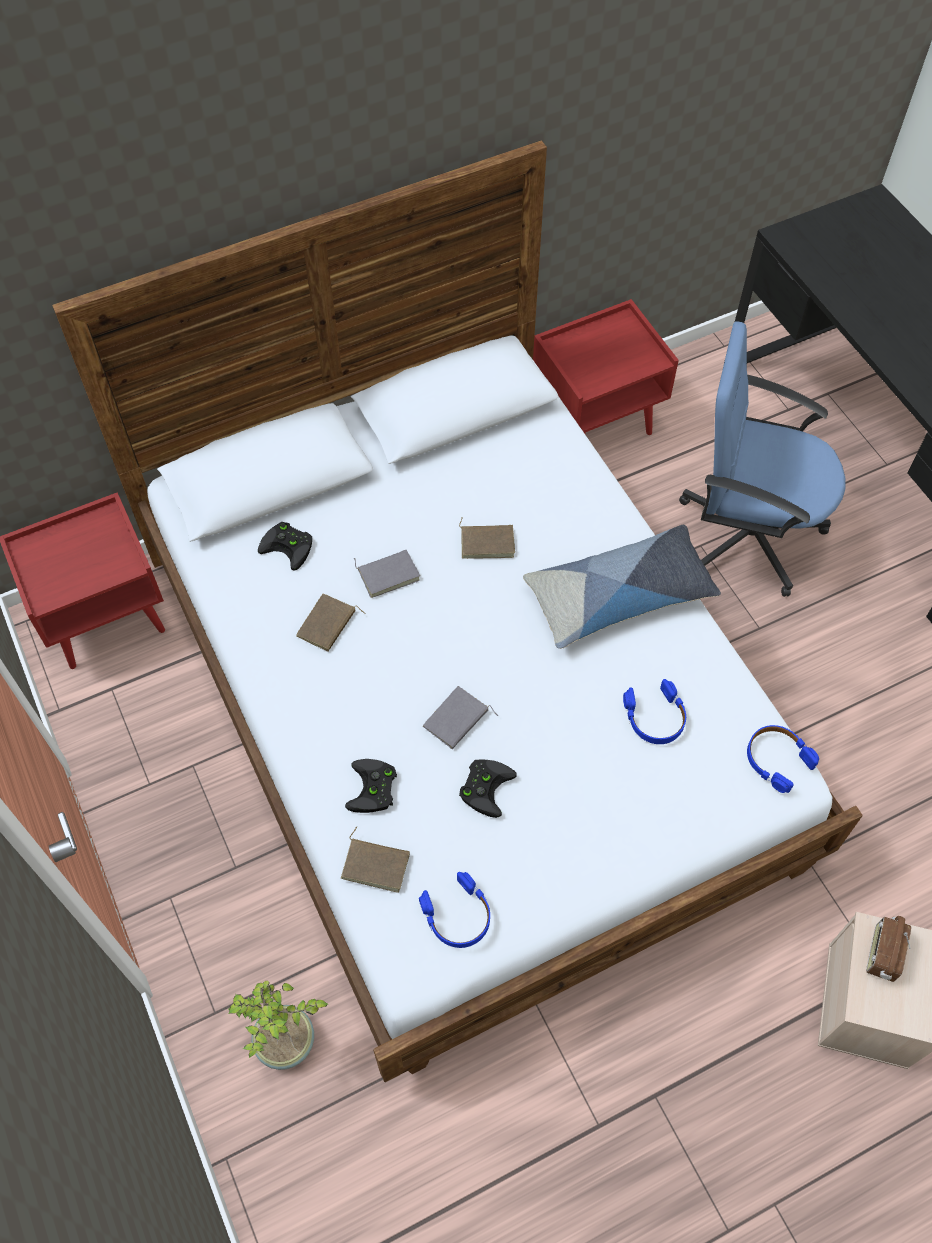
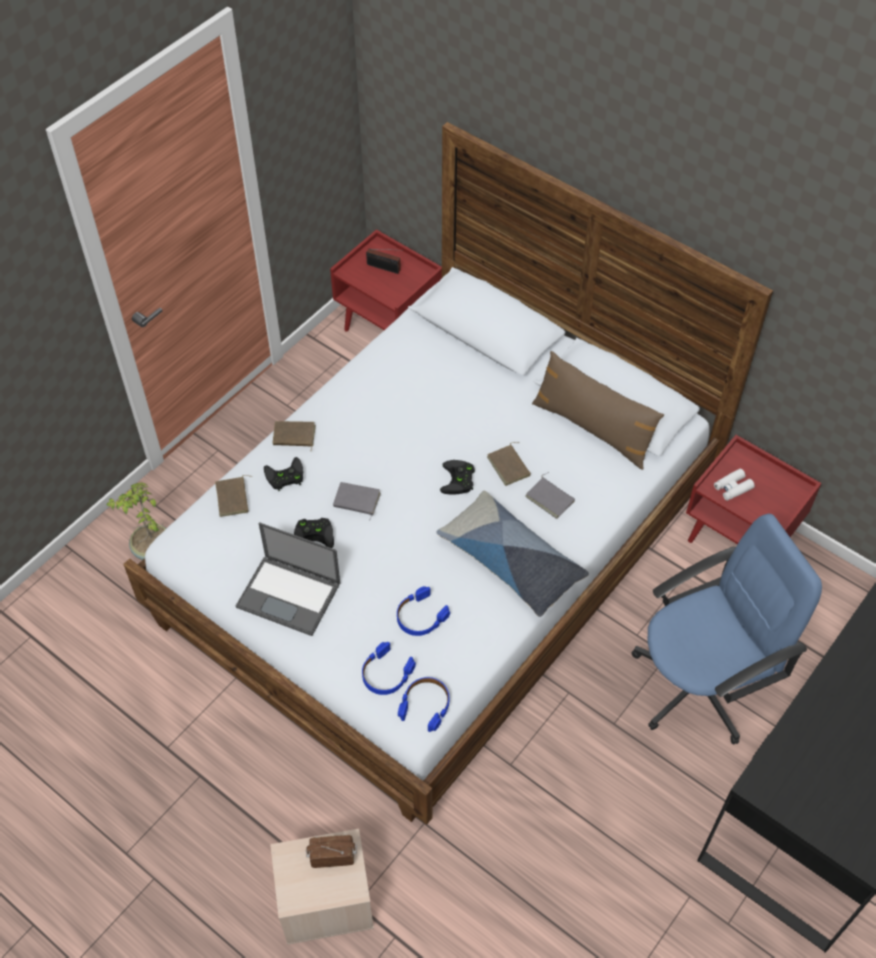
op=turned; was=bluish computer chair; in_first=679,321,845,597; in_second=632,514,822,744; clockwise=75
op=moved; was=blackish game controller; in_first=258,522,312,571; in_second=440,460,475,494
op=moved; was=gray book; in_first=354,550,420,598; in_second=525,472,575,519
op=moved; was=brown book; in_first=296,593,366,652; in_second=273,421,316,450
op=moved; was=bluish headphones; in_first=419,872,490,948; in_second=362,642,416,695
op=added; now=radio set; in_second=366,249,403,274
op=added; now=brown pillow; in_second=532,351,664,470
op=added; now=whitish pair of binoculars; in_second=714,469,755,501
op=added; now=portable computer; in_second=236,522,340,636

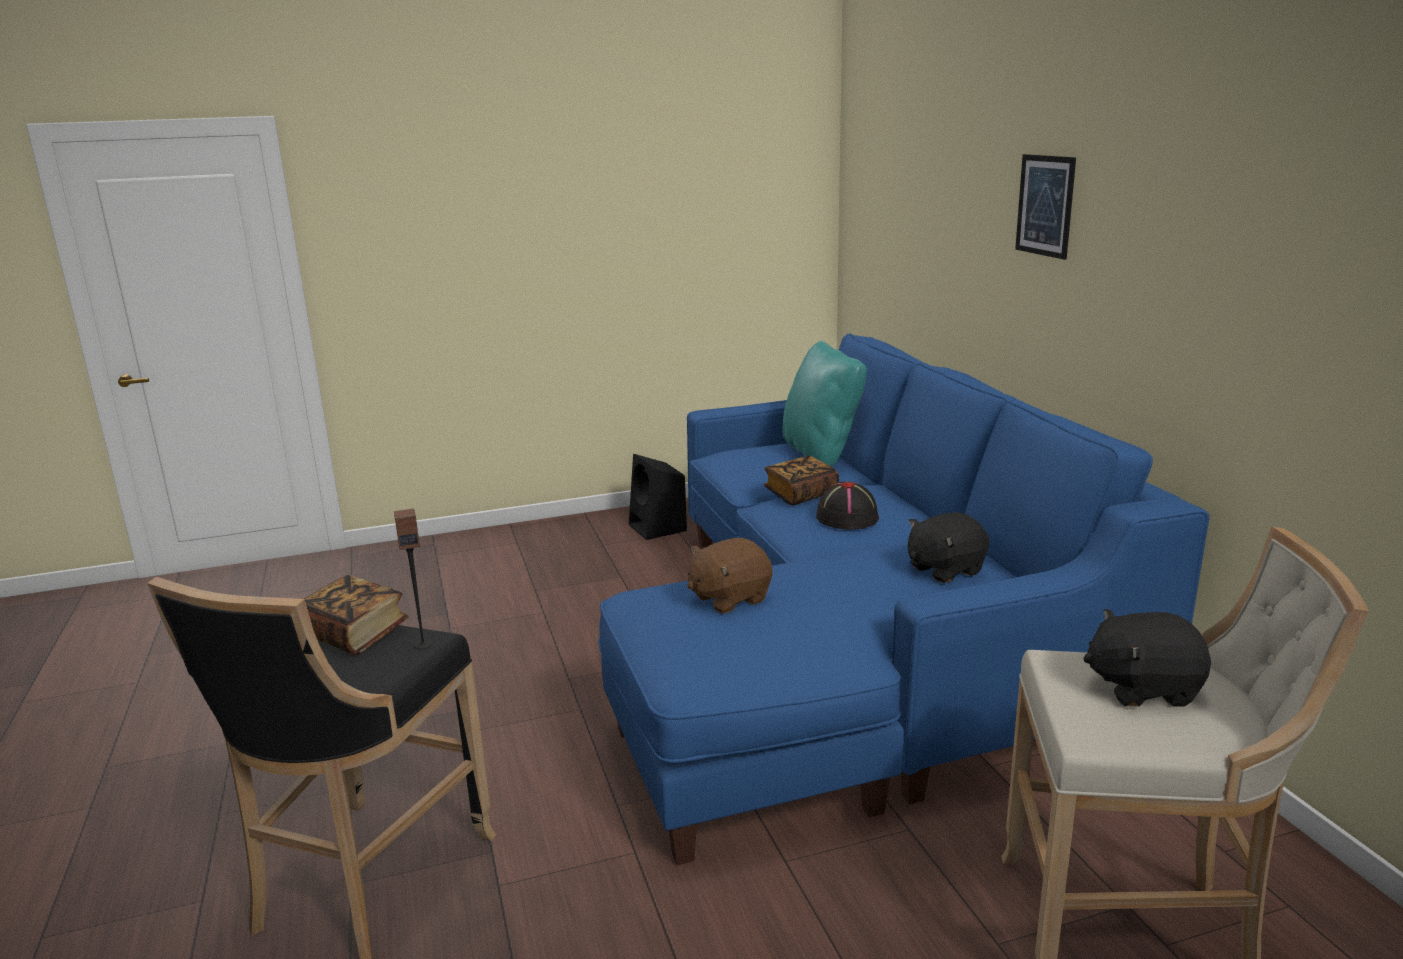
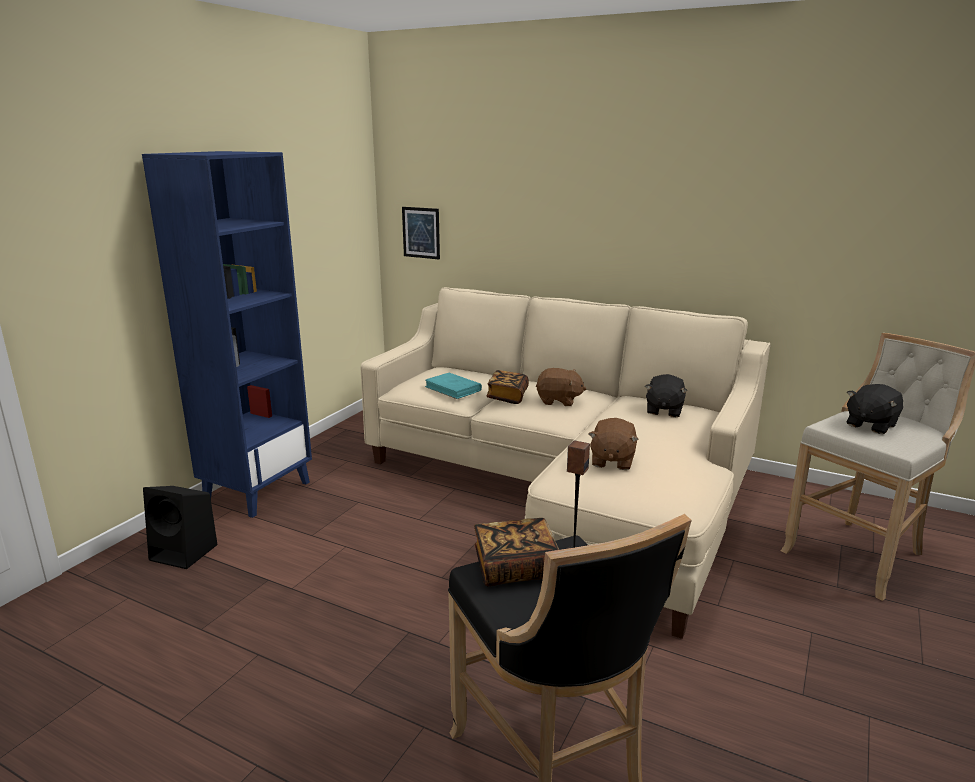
op=moved; was=wall art; in_first=1015,154,1076,260; in_second=402,207,440,259
op=recoloured; was=bluish sofa; now=beige-coloured sofa; in_first=598,333,1209,865; in_second=360,287,771,639
op=removed; was=blue-green pillow; in_first=782,341,867,467
op=moved; was=blackish speaker; in_first=629,454,687,540; in_second=143,486,218,569
op=replaced; was=blackish clothing hat; now=brown soft toy; in_first=816,482,879,530; in_second=536,368,586,406
op=added; now=bluish bookcase; in_second=142,151,312,518
op=added; now=blue-green book; in_second=425,373,482,399

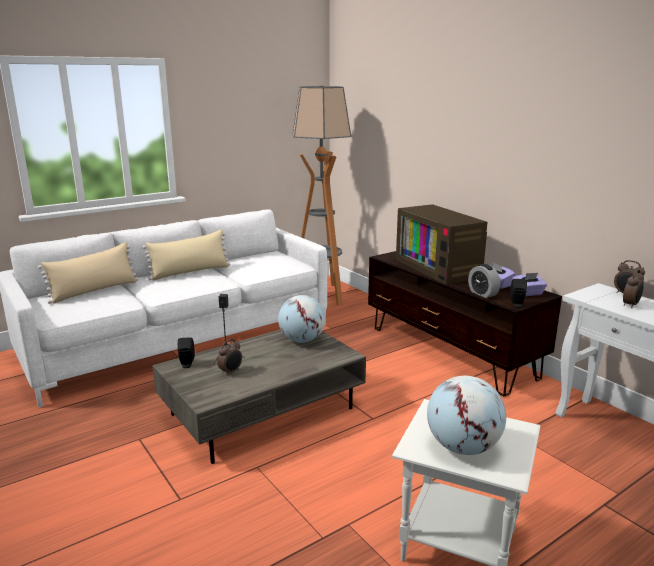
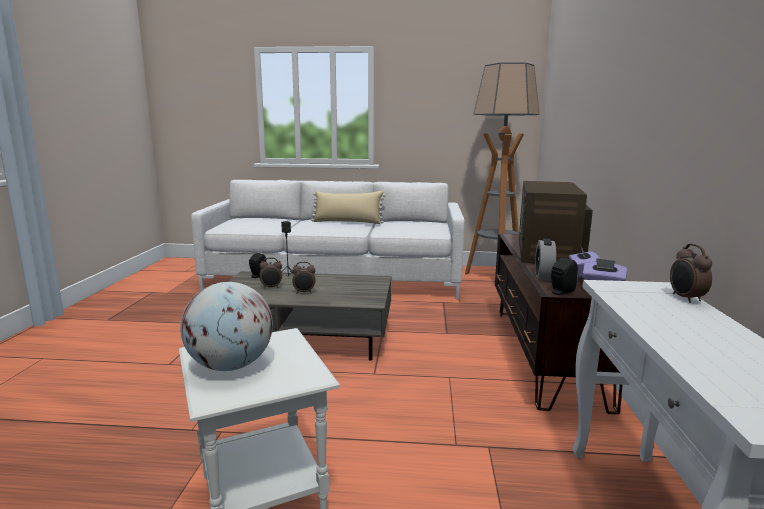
op=removed; was=beige-coloured pillow; in_first=38,242,138,304
op=moved; was=table clock; in_first=623,270,644,308; in_second=292,262,316,293
op=removed; was=desk globe; in_first=278,295,325,343

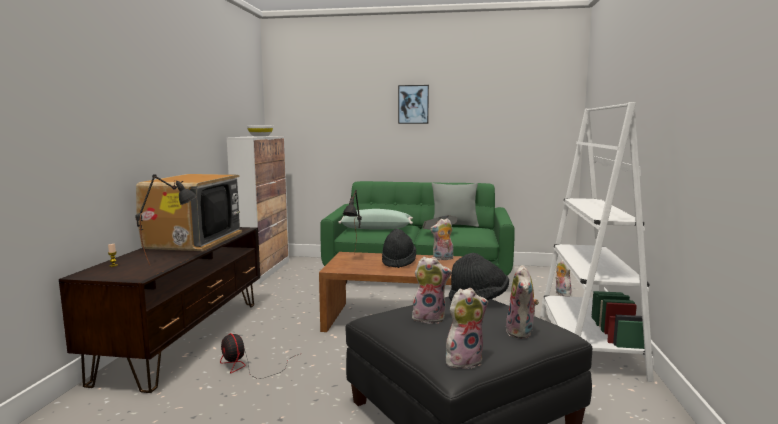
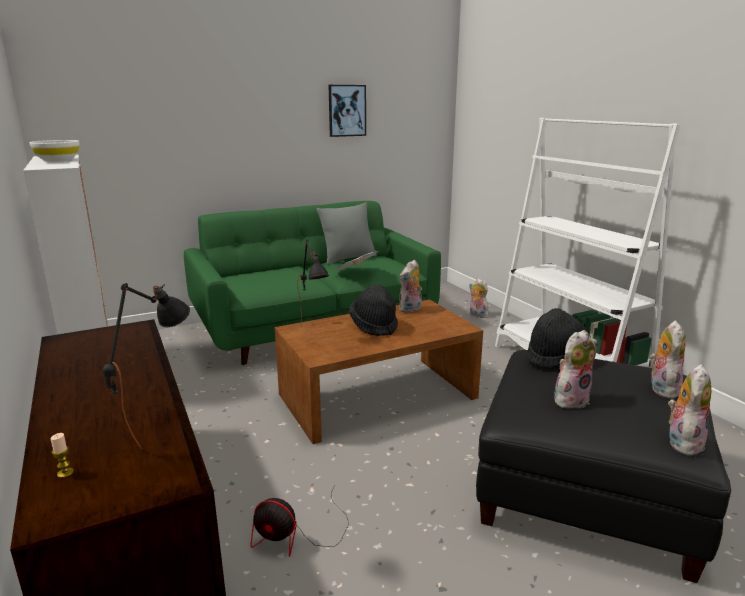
op=moved; was=wall art; in_first=398,85,429,124; in_second=328,85,366,137
op=removed; was=TV set; in_first=136,174,242,251
op=removed; was=green-coloured pillow; in_first=338,209,413,230
op=turned; was=soft toy; in_first=506,265,539,339; in_second=650,320,686,399; clockwise=-135

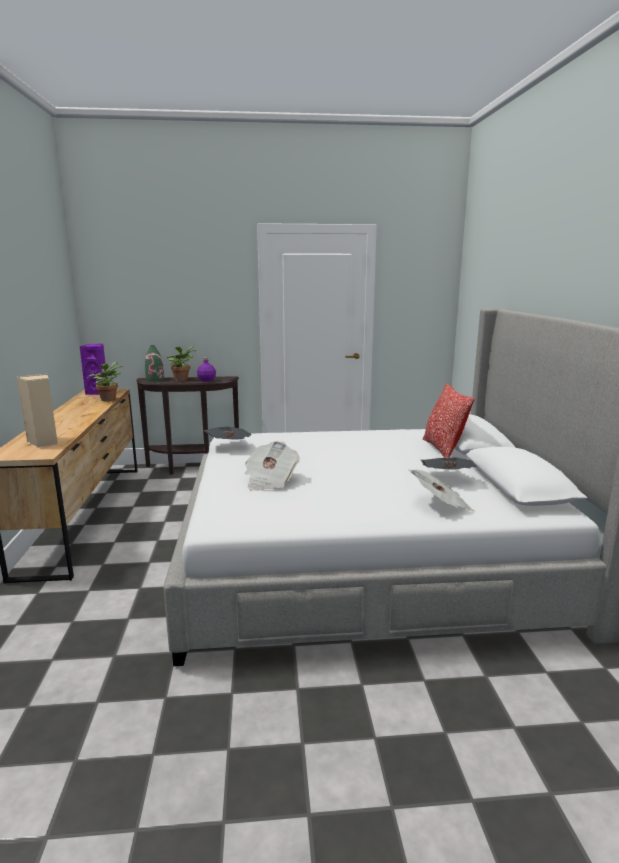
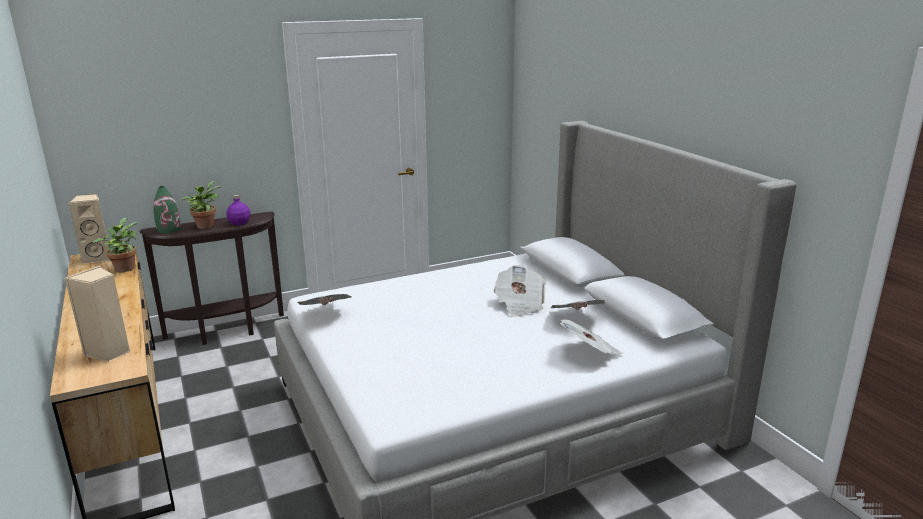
op=recoloured; was=purple speaker; now=beige-coloured speaker; in_first=80,344,106,395; in_second=68,193,111,264
op=removed; was=pillow; in_first=423,383,475,458
op=moved; was=newspaper; in_first=245,441,300,491; in_second=494,265,546,317

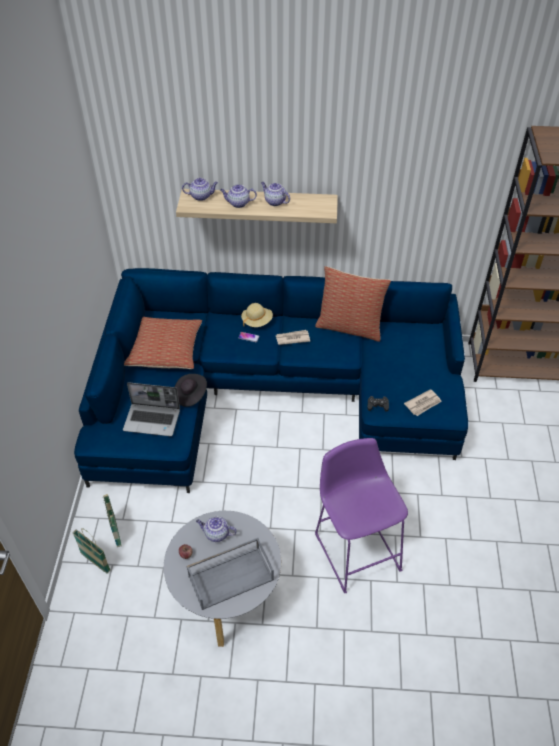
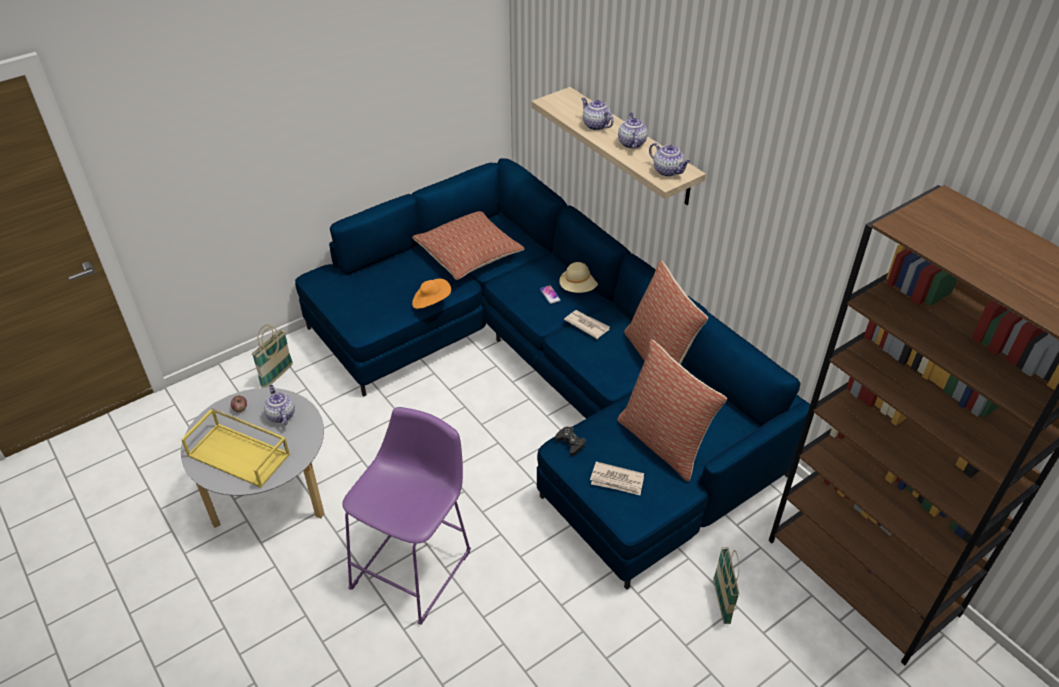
op=moved; was=tea pot; in_first=182,178,218,201; in_second=649,143,690,177
op=recoloured; was=blackish clothing hat; now=orange-coloured clothing hat; in_first=175,374,207,407; in_second=412,278,451,309
op=removed; was=portable computer; in_first=123,382,180,436
op=moved; was=household basket; in_first=73,528,111,573; in_second=714,547,739,624
op=recoloured; was=gray serving tray; now=yellow-coloured serving tray; in_first=186,538,274,610; in_second=181,408,290,488
op=added; now=pillow; in_second=617,339,727,482

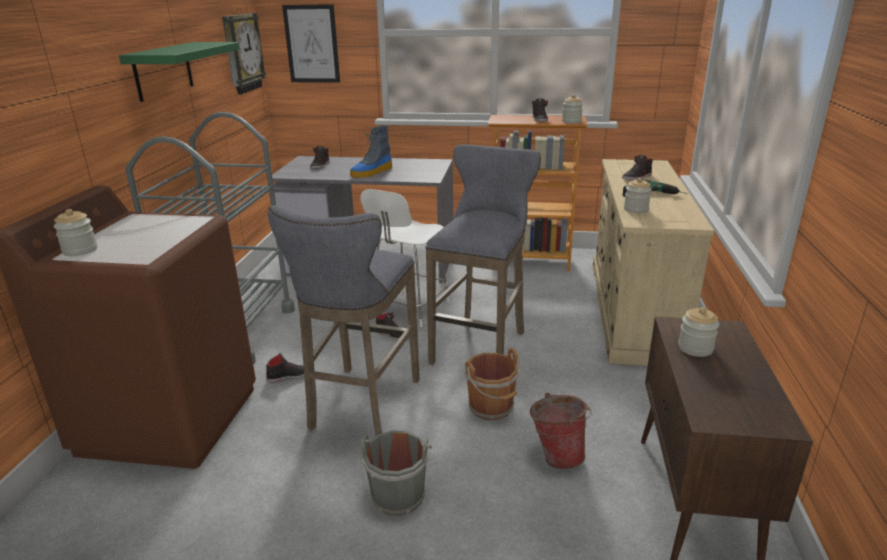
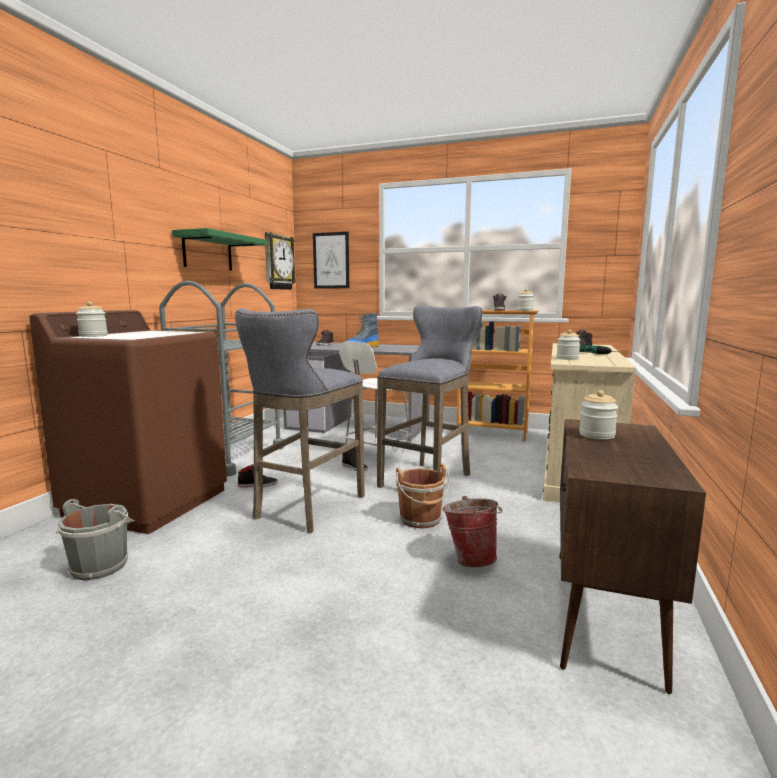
op=moved; was=gray bucket; in_first=361,430,432,516; in_second=56,499,135,581

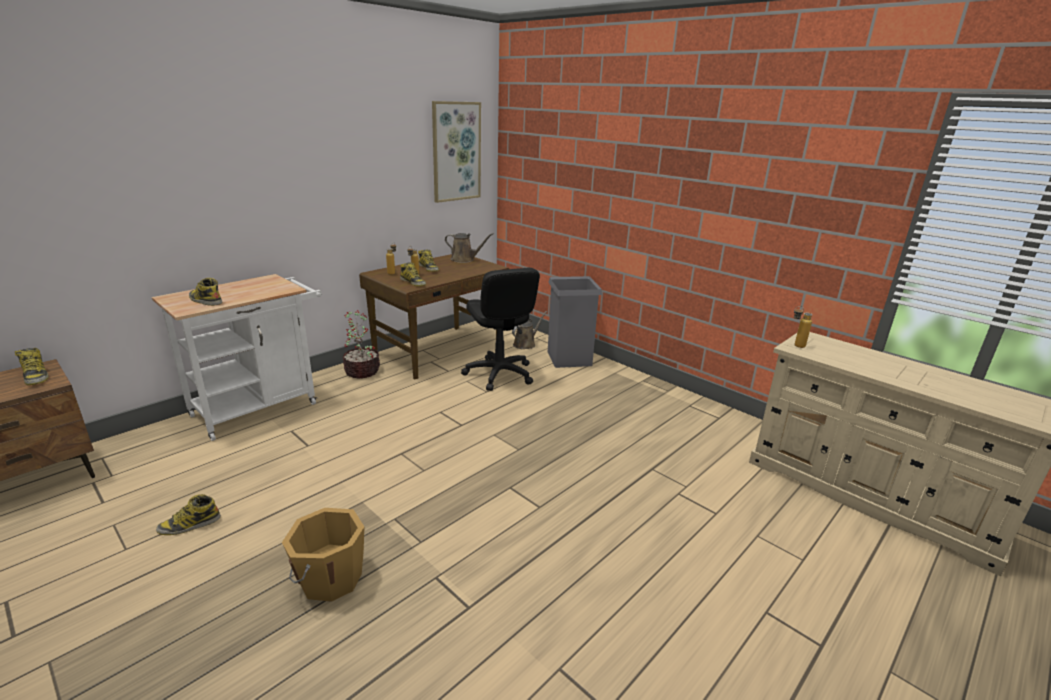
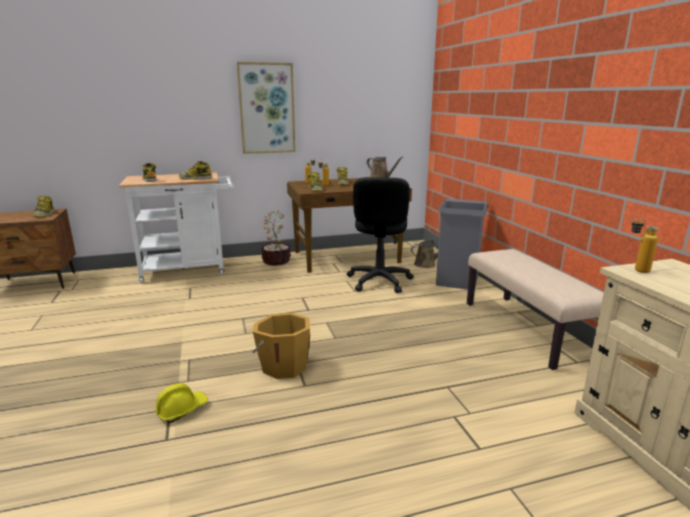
op=moved; was=wall art; in_first=432,101,481,203; in_second=237,62,296,154
op=moved; was=tall boot; in_first=156,494,221,535; in_second=179,161,212,180
op=moved; was=orange-coloured bucket; in_first=282,508,364,602; in_second=252,313,310,379
op=added; now=beige-coloured bench; in_second=467,249,604,370
op=added; now=yellow-coloured safety helmet; in_second=155,383,208,423

